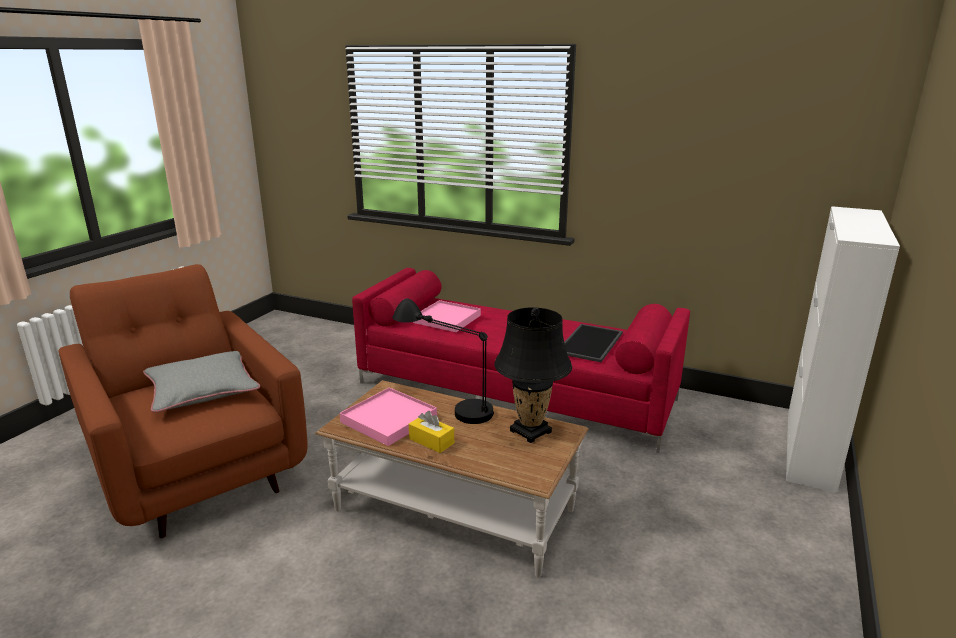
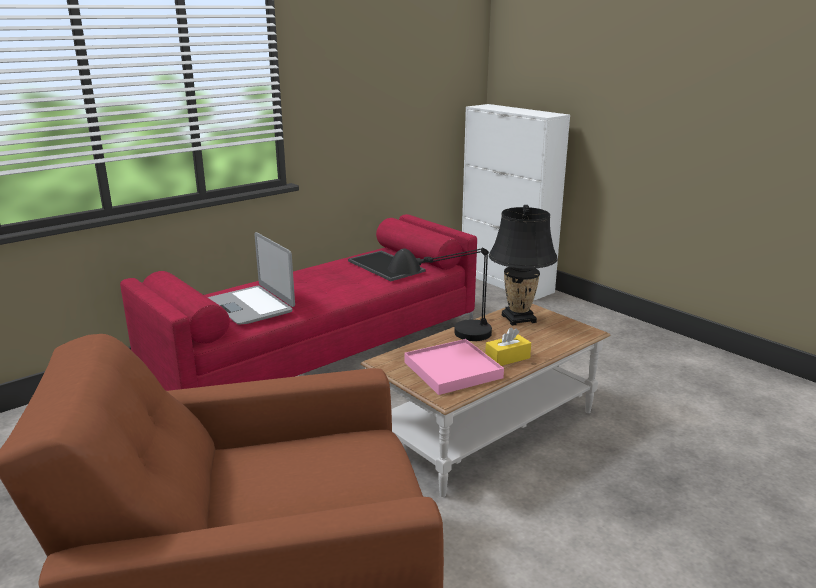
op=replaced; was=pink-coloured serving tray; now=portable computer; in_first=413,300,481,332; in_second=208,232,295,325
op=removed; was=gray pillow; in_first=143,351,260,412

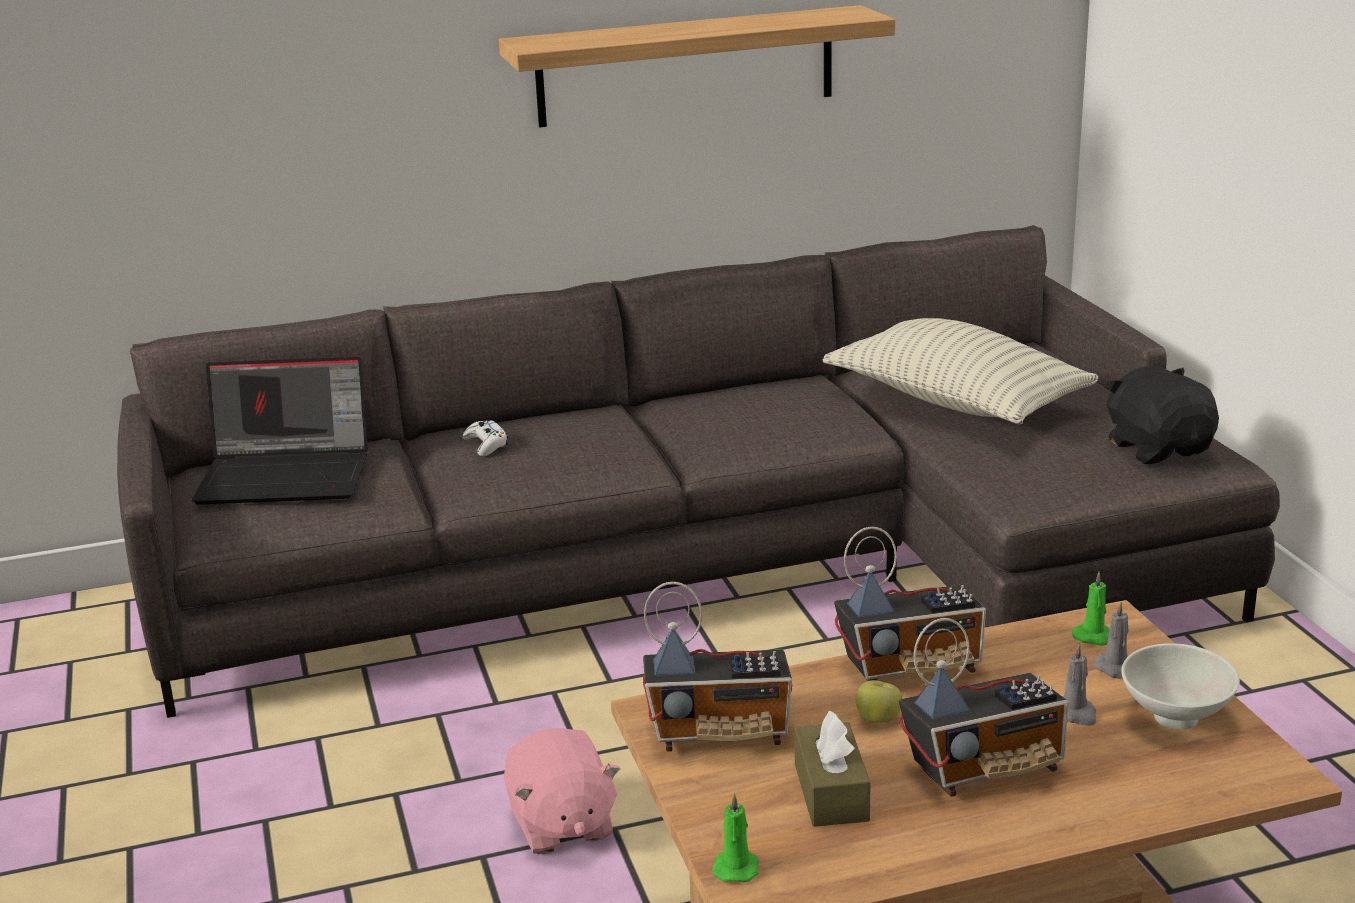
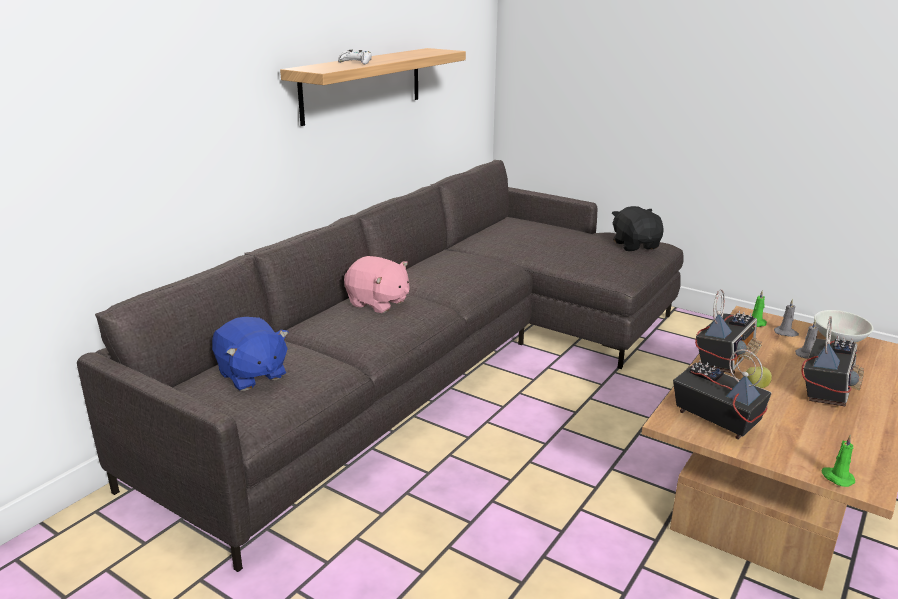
op=removed; was=pillow; in_first=823,318,1099,424
op=replaced; was=portable computer; now=bluish soft toy; in_first=192,357,368,505; in_second=212,317,289,391
op=turned; was=blackish soft toy; in_first=1105,366,1219,464; in_second=612,206,664,251; clockwise=45
op=moved; was=whitish game controller; in_first=463,420,508,456; in_second=338,49,372,64
op=turned; was=radio set; in_first=643,582,792,752; in_second=673,349,772,440; clockwise=-90
op=removed; was=brown box of tissues; in_first=794,711,870,827
op=moved; was=pink-coloured soft toy; in_first=504,728,621,854; in_second=344,256,409,313

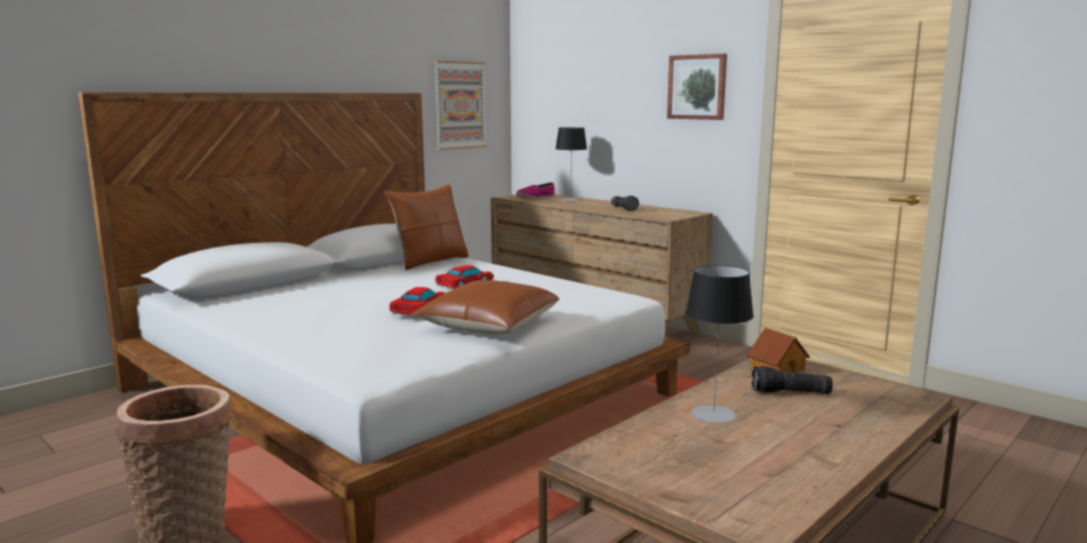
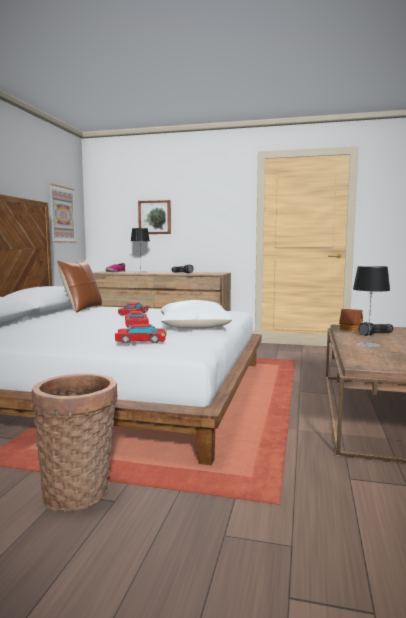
op=moved; was=wall art; in_first=667,54,727,120; in_second=138,200,171,234
op=recoloured; was=brown pillow; now=whitish pillow; in_first=411,280,559,334; in_second=160,300,233,329
op=added; now=miniature car; in_second=115,324,166,344

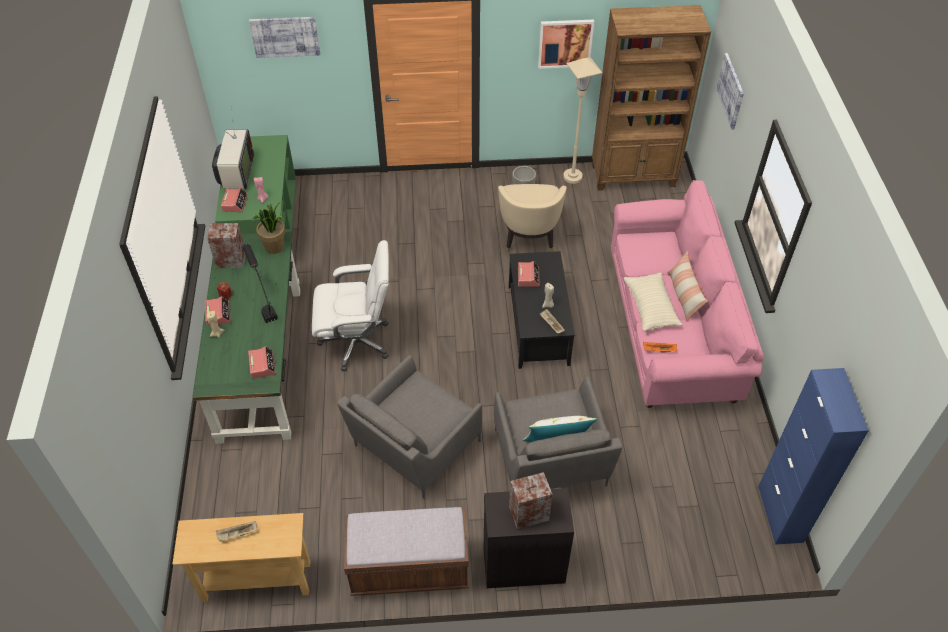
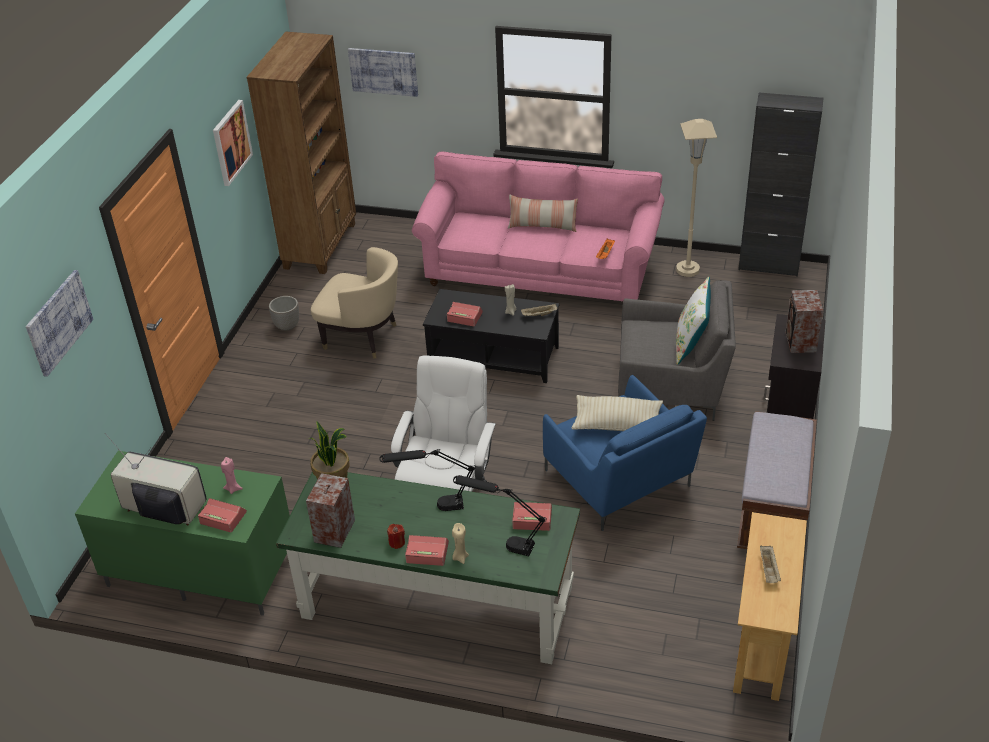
op=moved; was=beige-coloured standing lamp; in_first=563,58,602,184; in_second=676,119,717,277
op=moved; was=beige-coloured pillow; in_first=624,273,682,332; in_second=572,395,663,431
op=recoloured; was=gray easy chair; now=bluish easy chair; in_first=337,355,482,499; in_second=543,375,707,531
op=recoloured; was=bluish cabinet; now=blackish cabinet; in_first=758,368,869,545; in_second=738,92,824,277
op=added; now=blackish lamp for a table; in_second=453,475,547,556

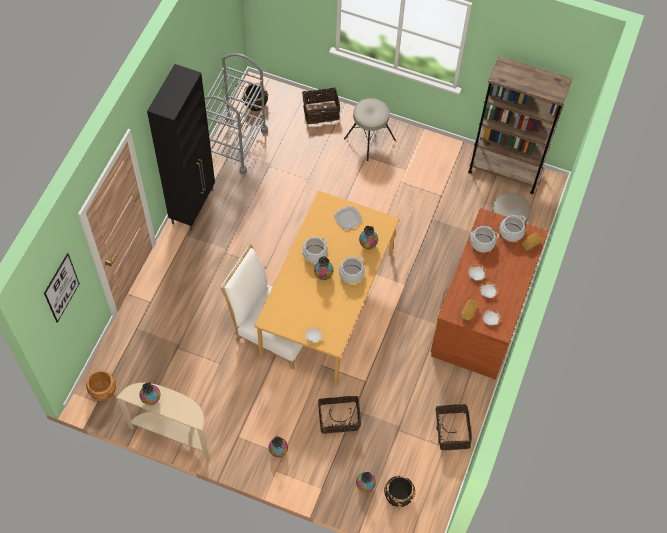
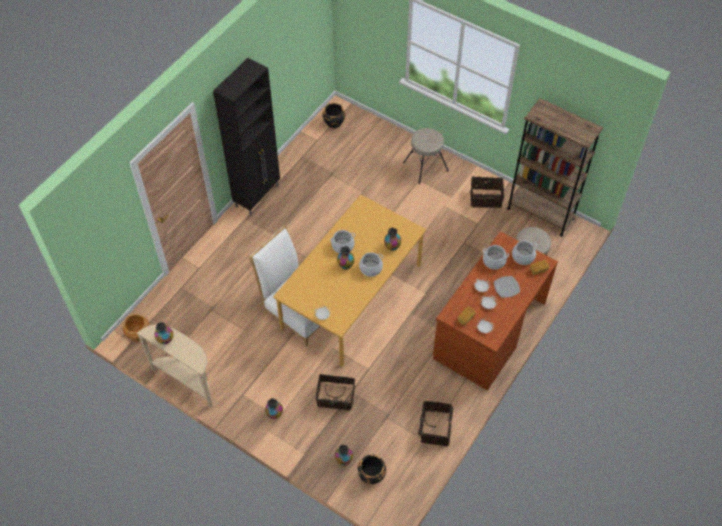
op=removed; was=gray wheeled cart; in_first=204,53,268,175
op=moved; was=household basket; in_first=302,88,340,124; in_second=470,176,504,208
op=moved; was=plate; in_first=334,206,362,230; in_second=494,276,520,298
op=removed; was=wall art; in_first=44,253,80,323

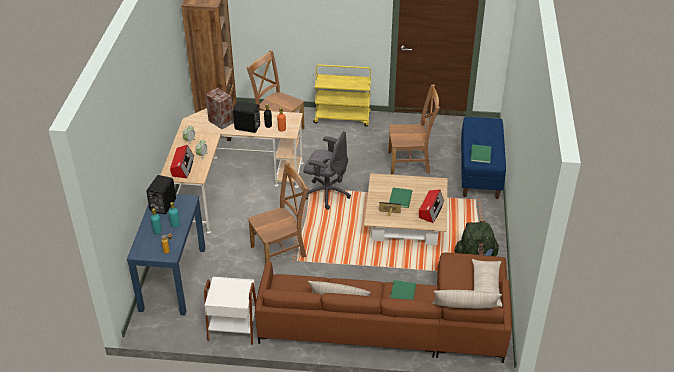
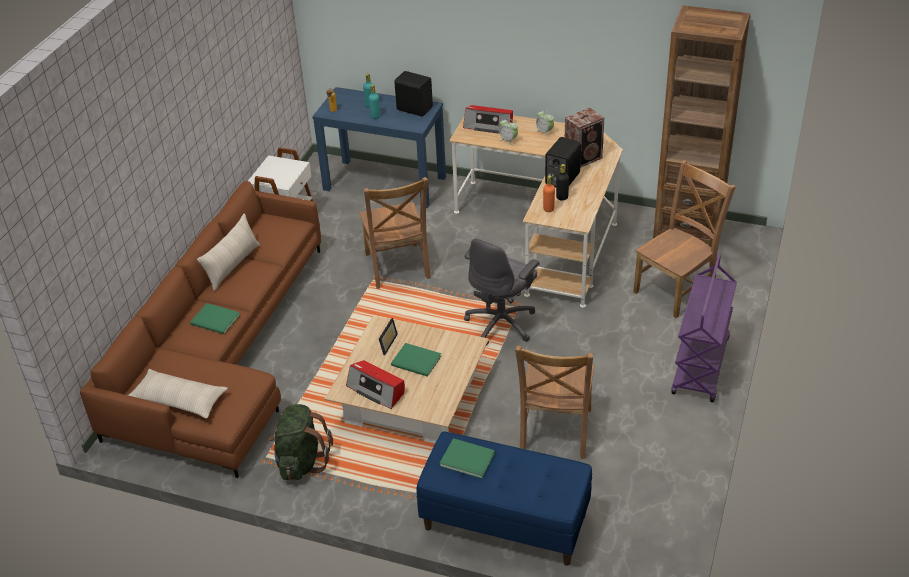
op=recoloured; was=yellow-coloured wheeled cart; now=purple wheeled cart; in_first=313,65,371,126; in_second=671,253,737,402
op=removed; was=beige-coloured pillow; in_first=432,290,502,309

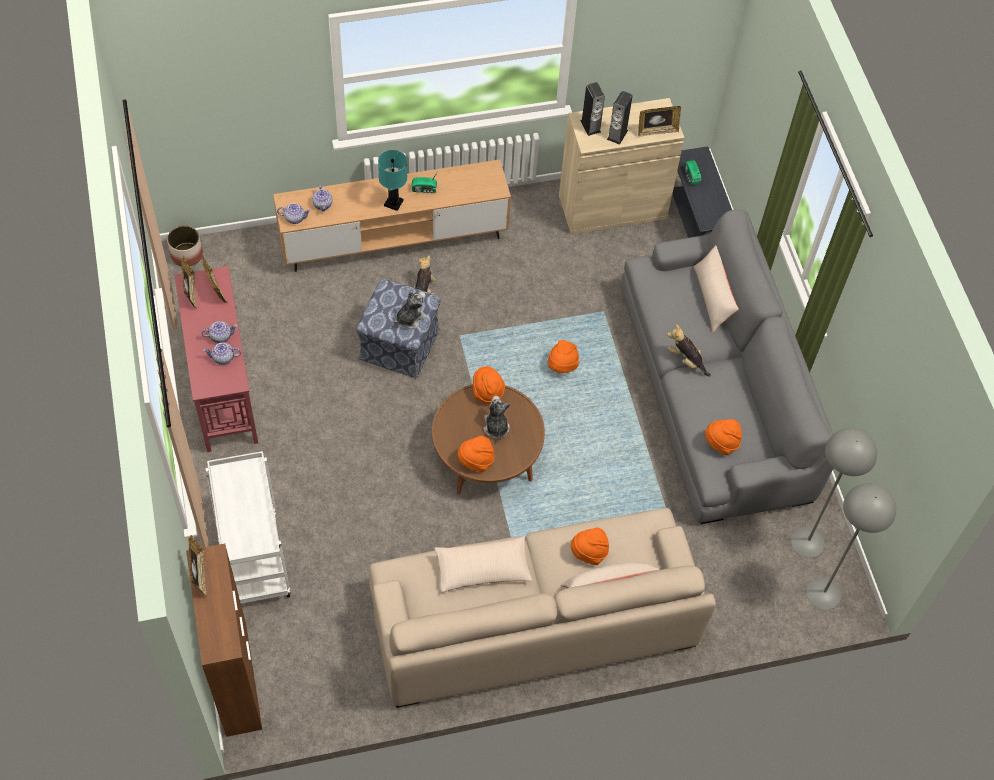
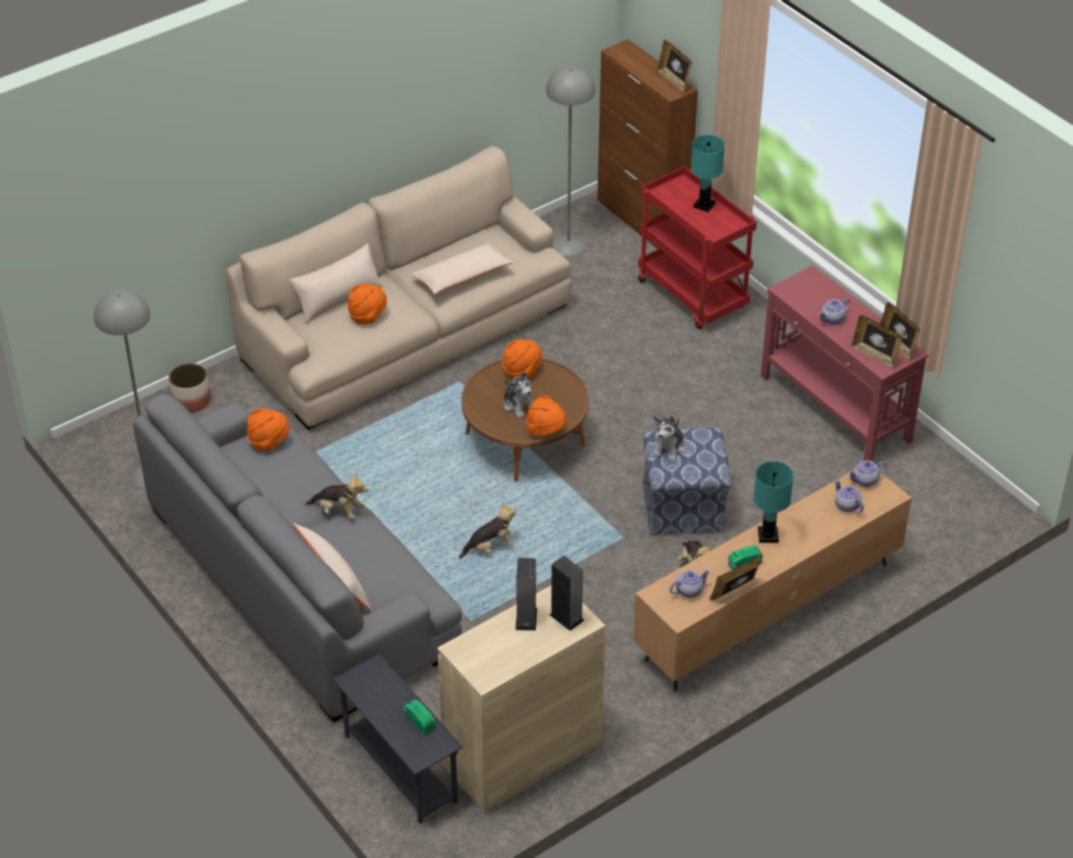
op=moved; was=picture frame; in_first=638,106,681,137; in_second=710,554,761,601
op=moved; was=plant pot; in_first=167,225,203,266; in_second=169,363,210,412
op=replaced; was=orange-coloured clothing hat; now=soft toy; in_first=548,340,579,373; in_second=459,502,516,559
op=moved; was=tea pot; in_first=203,342,241,365; in_second=670,570,711,598
op=recoloured; was=whitish wheeled cart; now=reddish wheeled cart; in_first=205,451,291,604; in_second=638,166,757,329
op=moved; was=gray standing lamp; in_first=806,483,896,610; in_second=546,66,595,256
op=added; now=blue-green lamp for a table; in_second=691,135,725,212

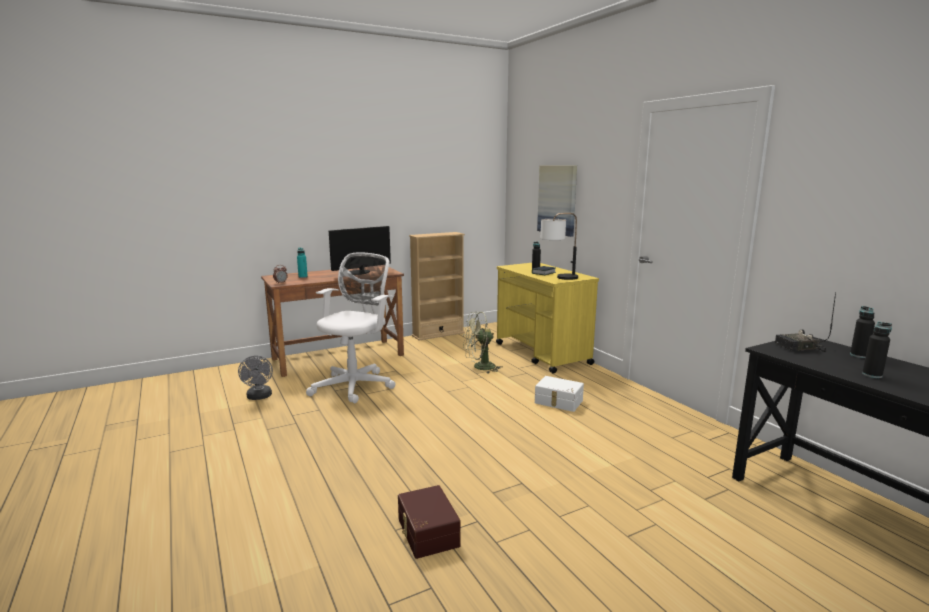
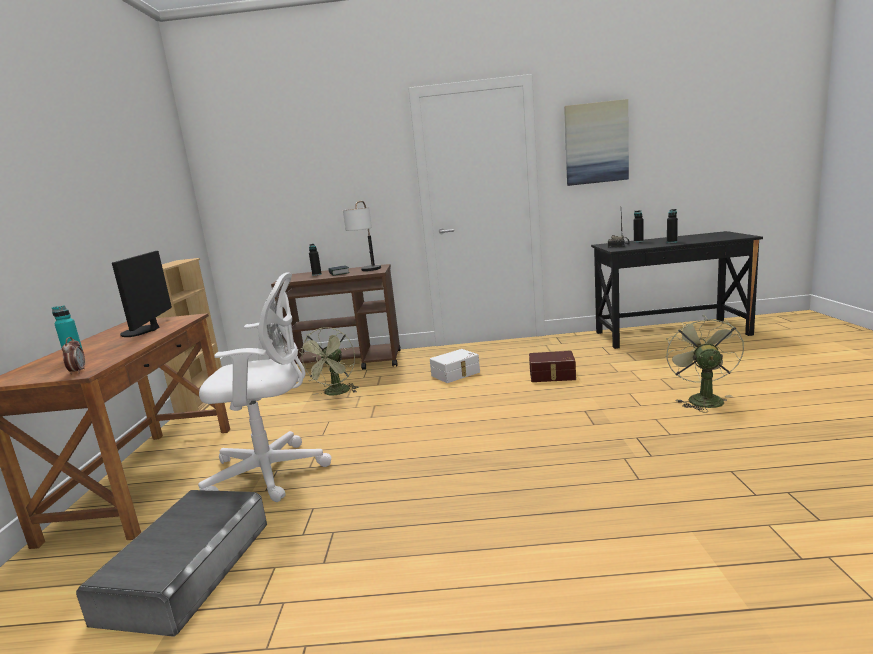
op=moved; was=wall art; in_first=537,165,577,237; in_second=564,99,629,186
op=turned; was=whitish computer chair; in_first=306,253,395,403; in_second=198,272,332,502; clockwise=120
op=recoloured; was=yellow-coloured wheeled cart; now=brown wheeled cart; in_first=496,263,599,374; in_second=271,264,400,370
op=replaced; was=gray electric fan; now=gray storage bin; in_first=238,356,273,400; in_second=76,490,267,637
op=moved; was=brown storage bin; in_first=398,485,461,559; in_second=529,351,576,382
op=added; now=green-coloured electric fan; in_second=666,315,744,413

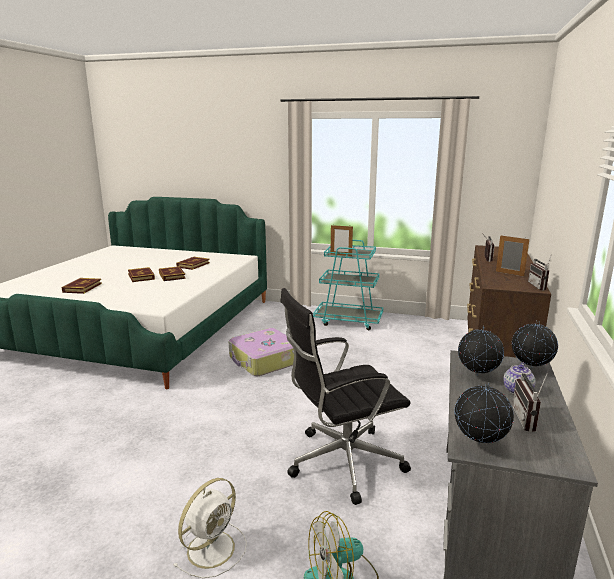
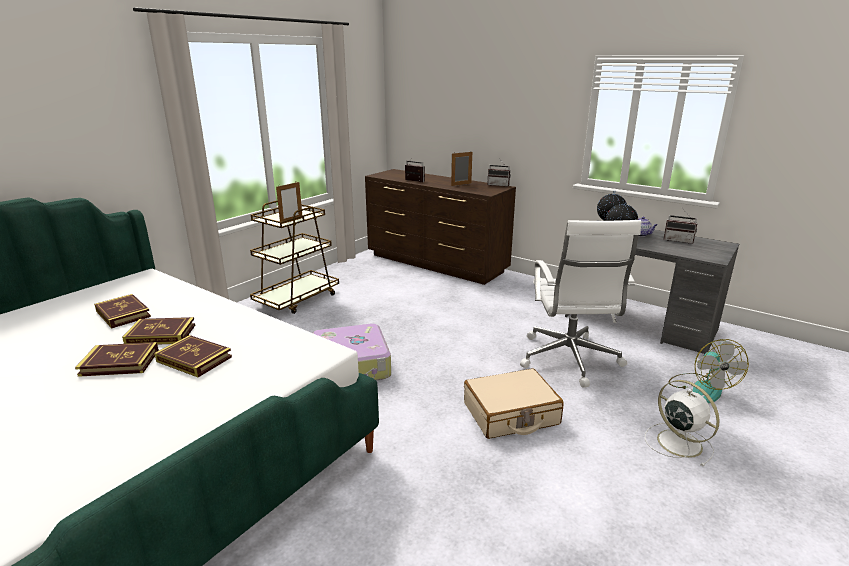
op=recoloured; was=blue-green wheeled cart; now=brown wheeled cart; in_first=313,240,383,330; in_second=250,200,339,314
op=moved; was=book; in_first=61,278,102,294; in_second=154,335,232,377
op=recoloured; was=blackish computer chair; now=whitish computer chair; in_first=280,288,411,505; in_second=520,220,642,388
op=removed; was=desk globe; in_first=454,382,514,445
op=added; now=beige-coloured travel case; in_second=464,368,563,439

